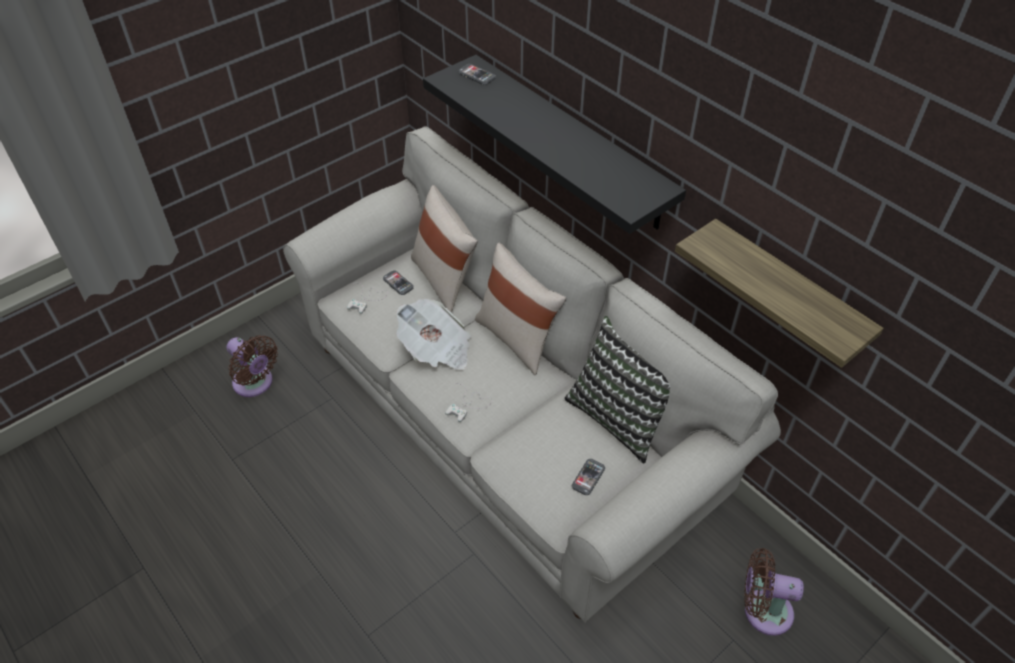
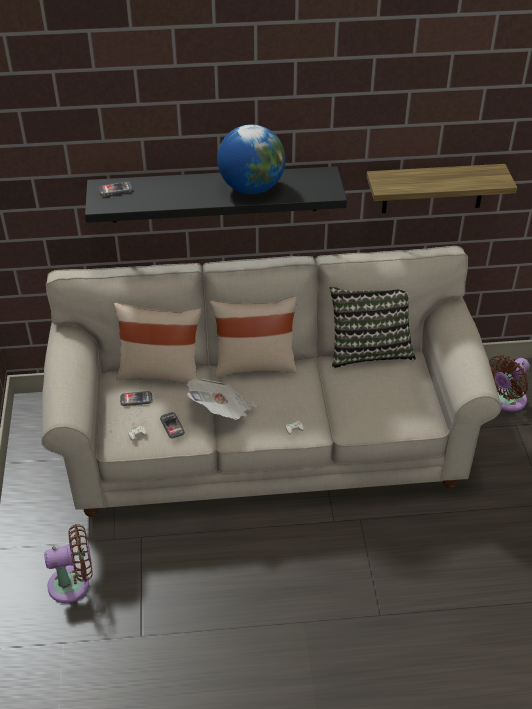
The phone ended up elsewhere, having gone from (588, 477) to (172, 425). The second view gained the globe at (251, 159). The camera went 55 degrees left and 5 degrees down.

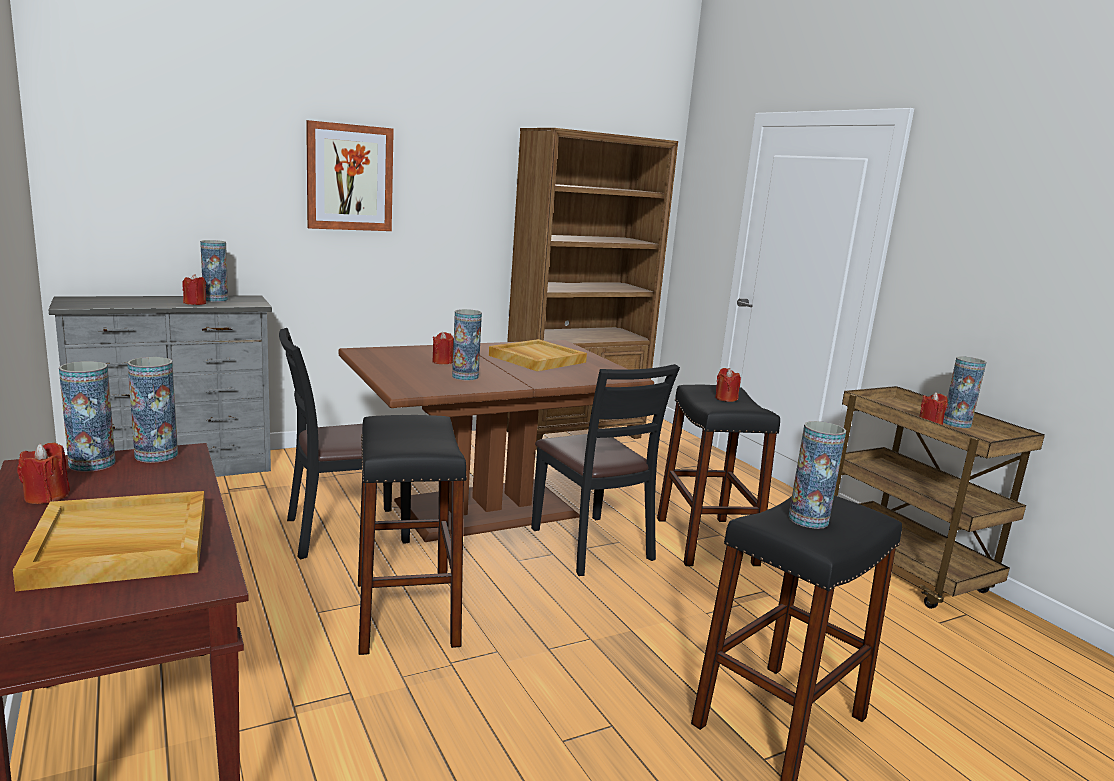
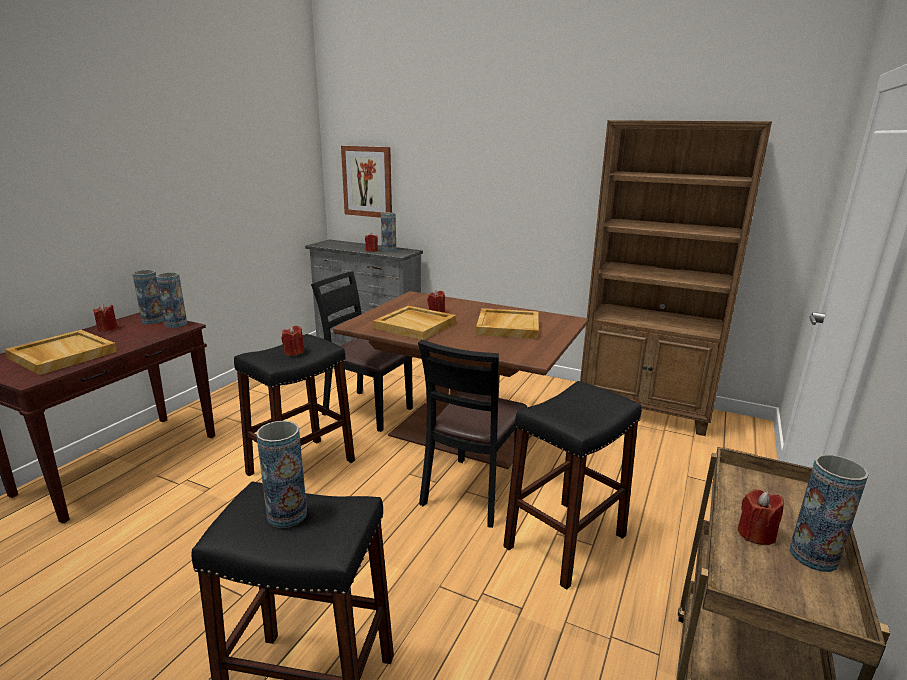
The picture ended up elsewhere, having gone from (350, 175) to (366, 182). Where the vase stood at (467, 344), the beige tray came to stand at (414, 323). The red candle ended up elsewhere, having gone from (728, 385) to (292, 341). The camera went 55 degrees right and 5 degrees up.

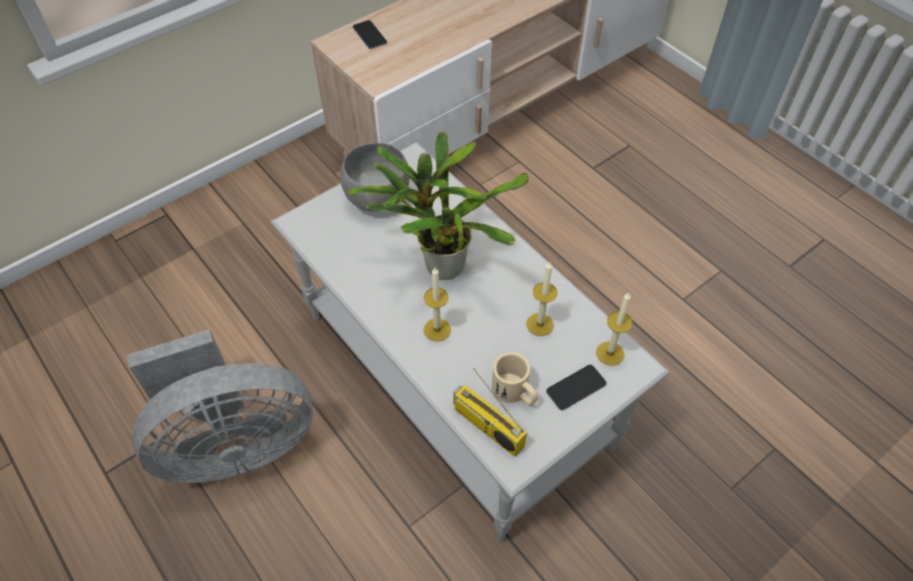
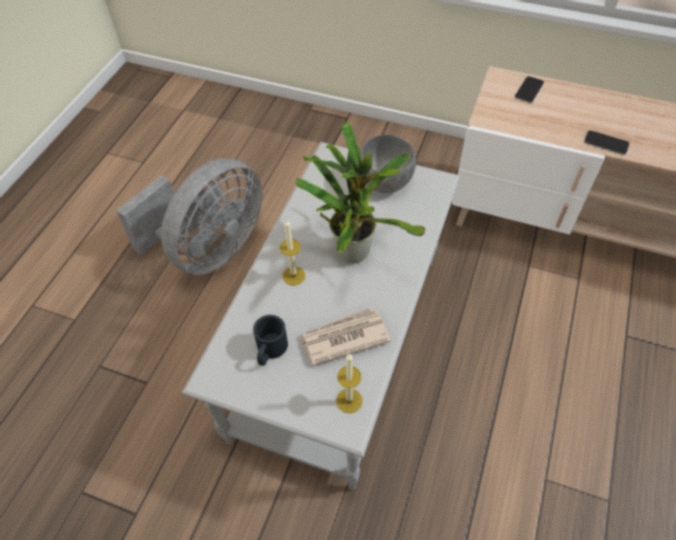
Where the candle stood at (542, 299), the newspaper came to stand at (345, 336). The grey fan at (220, 406) ended up facing another way, 90 degrees counterclockwise from before. What was the beige mug at (514, 379) turned into the black mug at (270, 340). The phone ended up elsewhere, having gone from (576, 387) to (607, 142). The second view lost the radio at (490, 413). The camera went 60 degrees right and 0 degrees up.

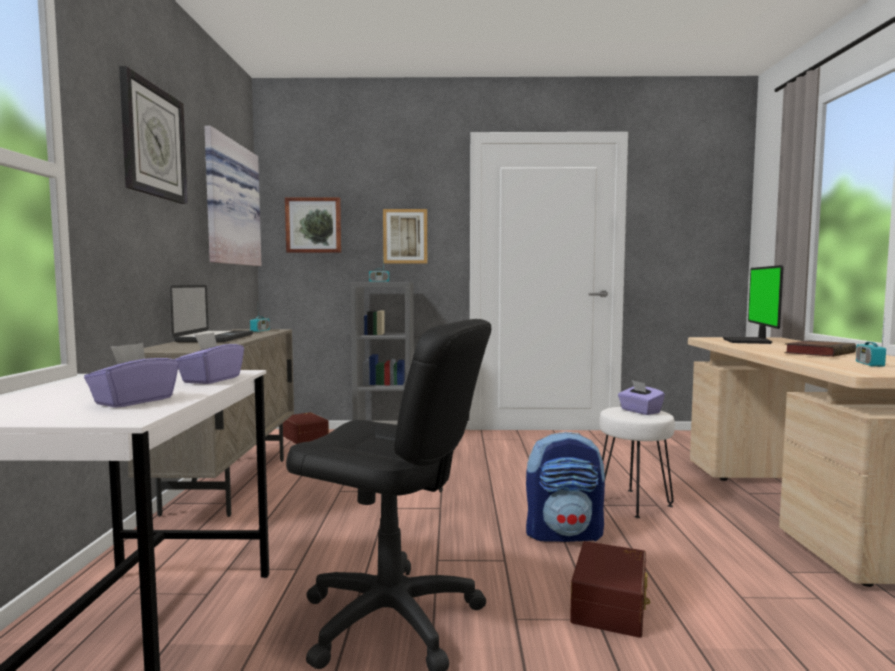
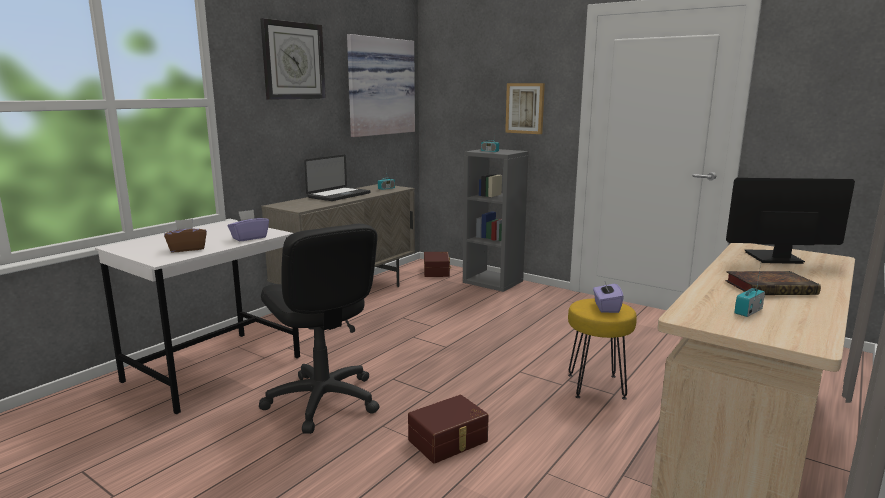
The second view lost the picture at (313, 225). The monitor at (753, 304) ended up facing another way, 45 degrees clockwise from before. What was the purple tissue box at (131, 375) turned into the brown tissue box at (185, 235). What was the white stool at (637, 462) turned into the yellow stool at (602, 349). The second view lost the backpack at (565, 487). The camera went 35 degrees right and 10 degrees up.

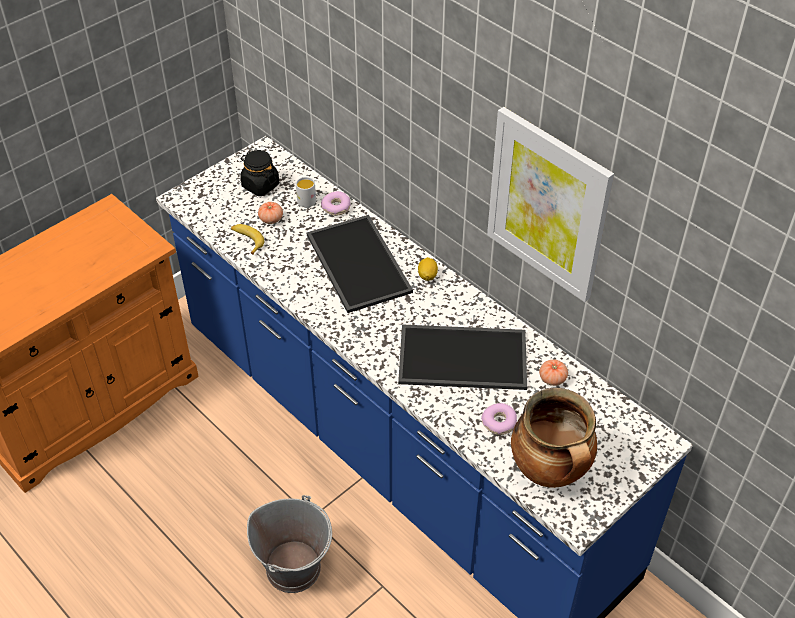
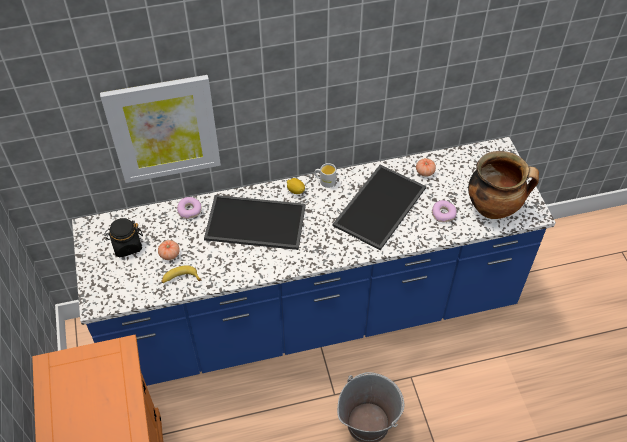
The picture ended up elsewhere, having gone from (550, 204) to (160, 129). The white mug ended up elsewhere, having gone from (306, 192) to (325, 175). The camera went 60 degrees left and 5 degrees up.

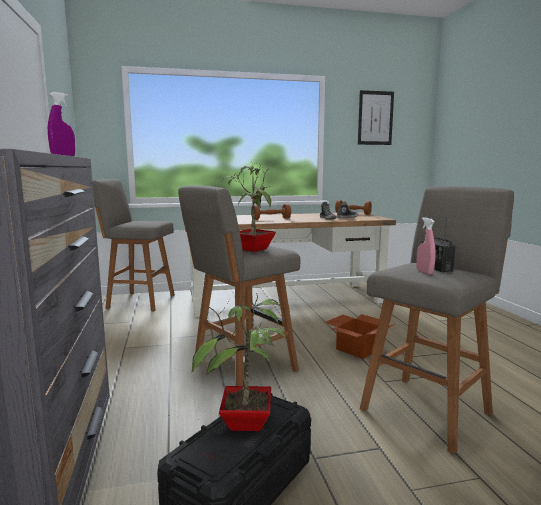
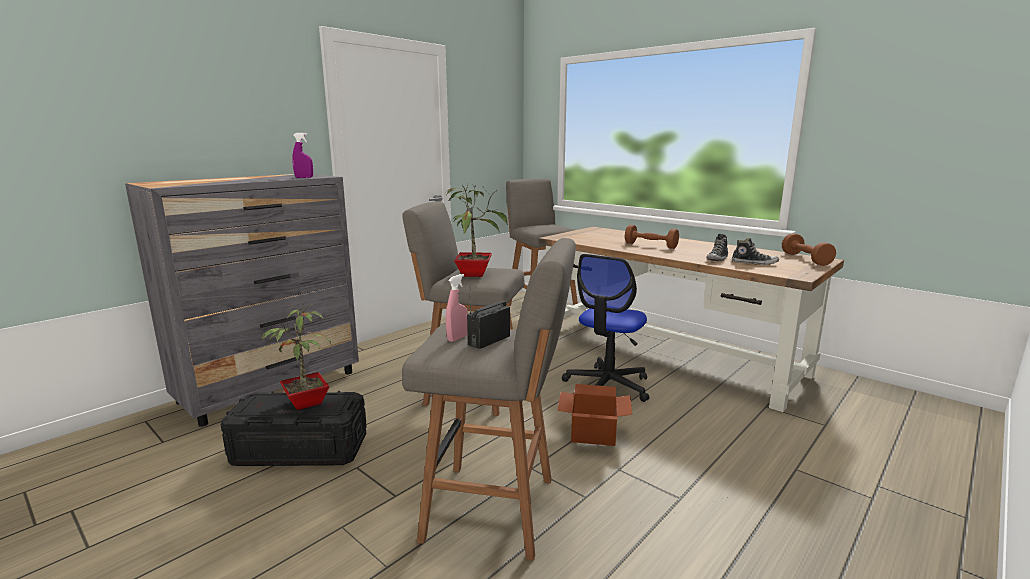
The second view lost the picture at (376, 117). The second view gained the office chair at (605, 328). The camera went 55 degrees right and 5 degrees up.

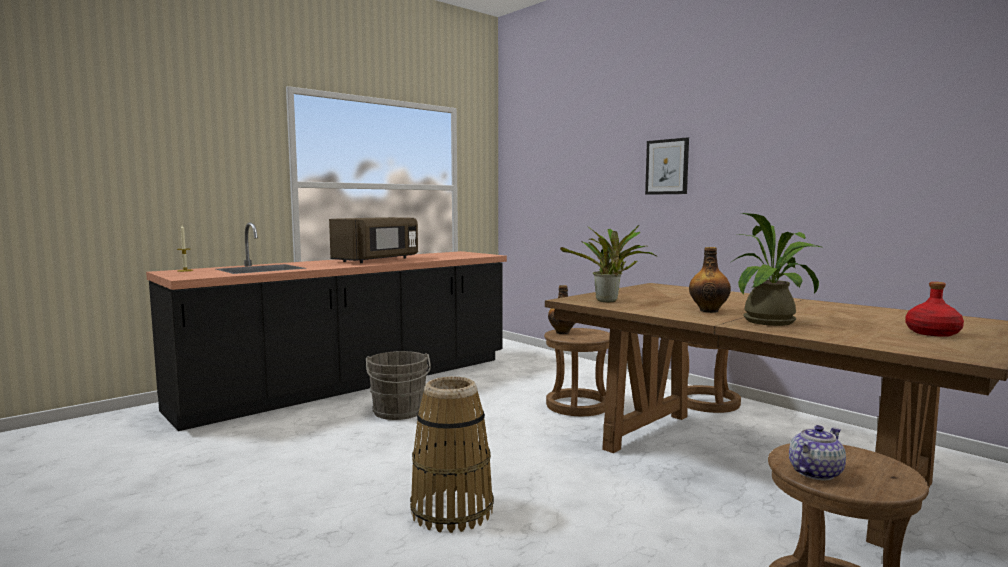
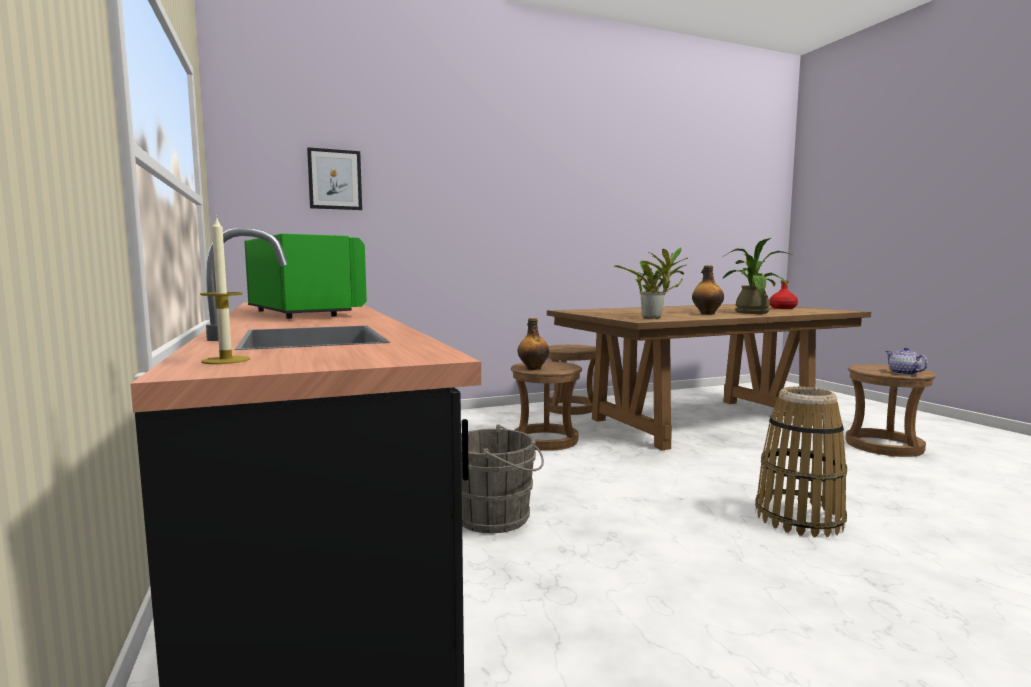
The picture ended up elsewhere, having gone from (667, 166) to (334, 178). What was the brown microwave at (373, 240) turned into the green microwave at (305, 276). The camera went 70 degrees left and 0 degrees up.

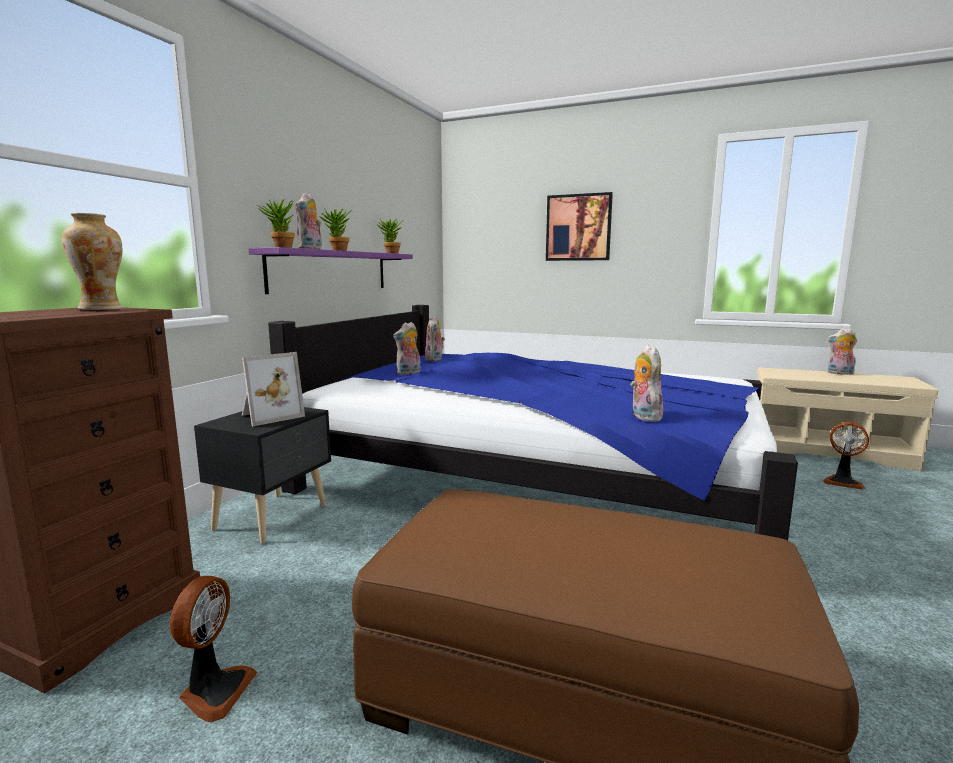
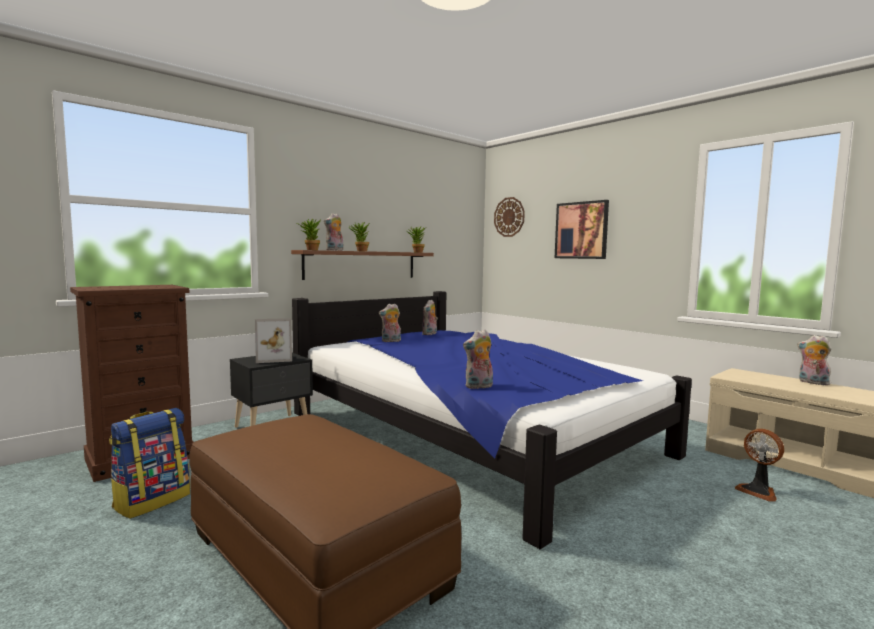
The second view lost the vase at (92, 261). What was the purple shelf at (331, 270) turned into the brown shelf at (362, 265). The plush toy at (646, 383) ended up facing another way, 135 degrees counterclockwise from before. Where the fan stood at (213, 649), the backpack came to stand at (149, 463). The second view gained the wall clock at (509, 217). The camera went 25 degrees right and 5 degrees down.

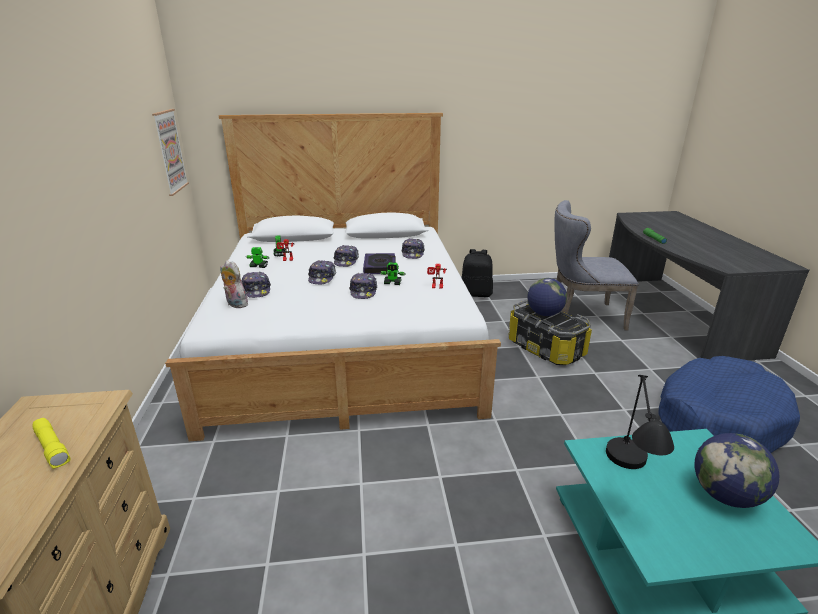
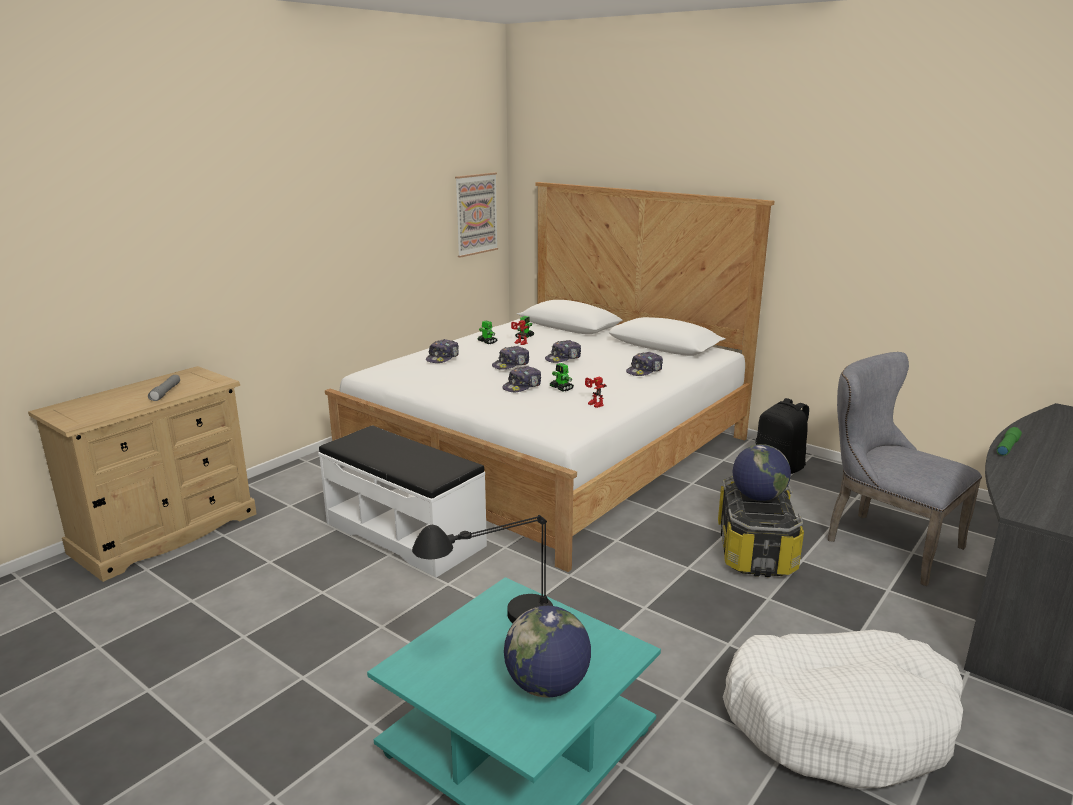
The second view lost the book at (379, 263). The second view lost the plush toy at (234, 284). What was the blue dog bed at (729, 404) turned into the white dog bed at (843, 709). What was the yellow flashlight at (51, 443) turned into the grey flashlight at (164, 388). The second view gained the white bench at (402, 501). The camera went 45 degrees right and 5 degrees down.

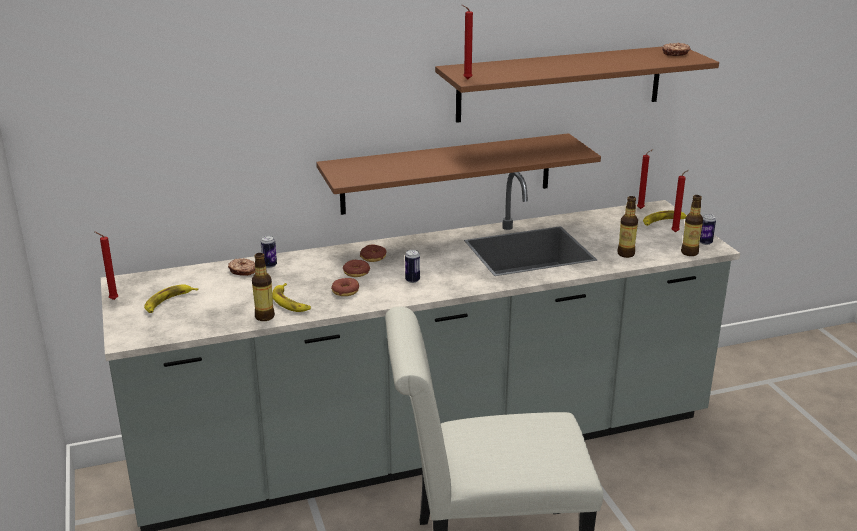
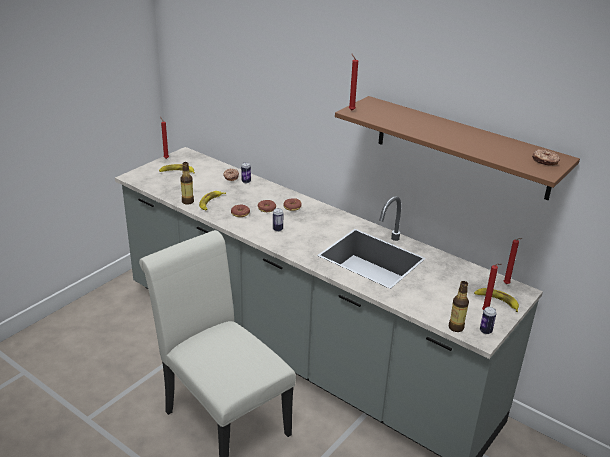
The second view lost the brown shelf at (458, 174). The second view lost the bottle at (627, 227). The camera went 55 degrees right and 5 degrees up.

